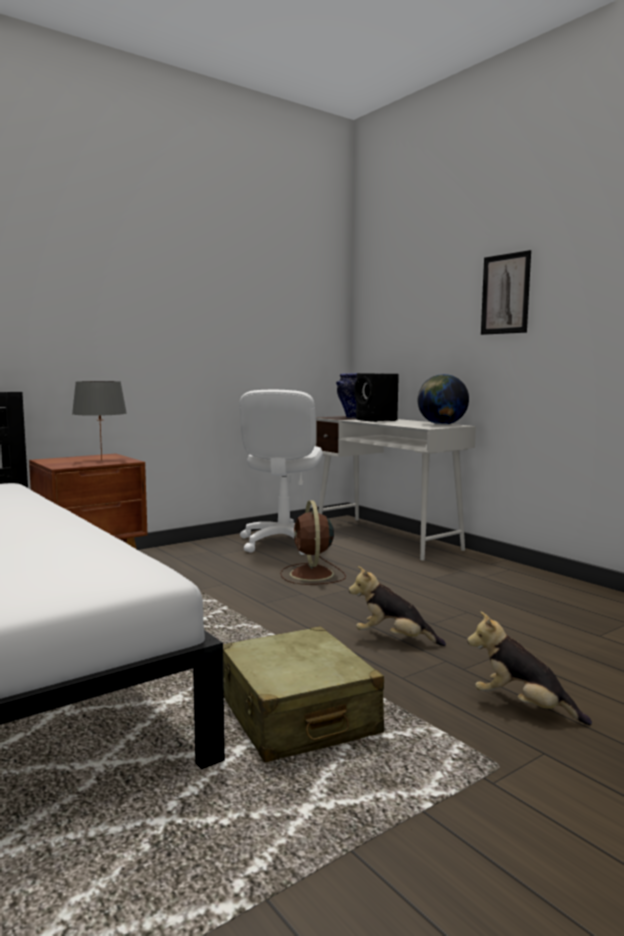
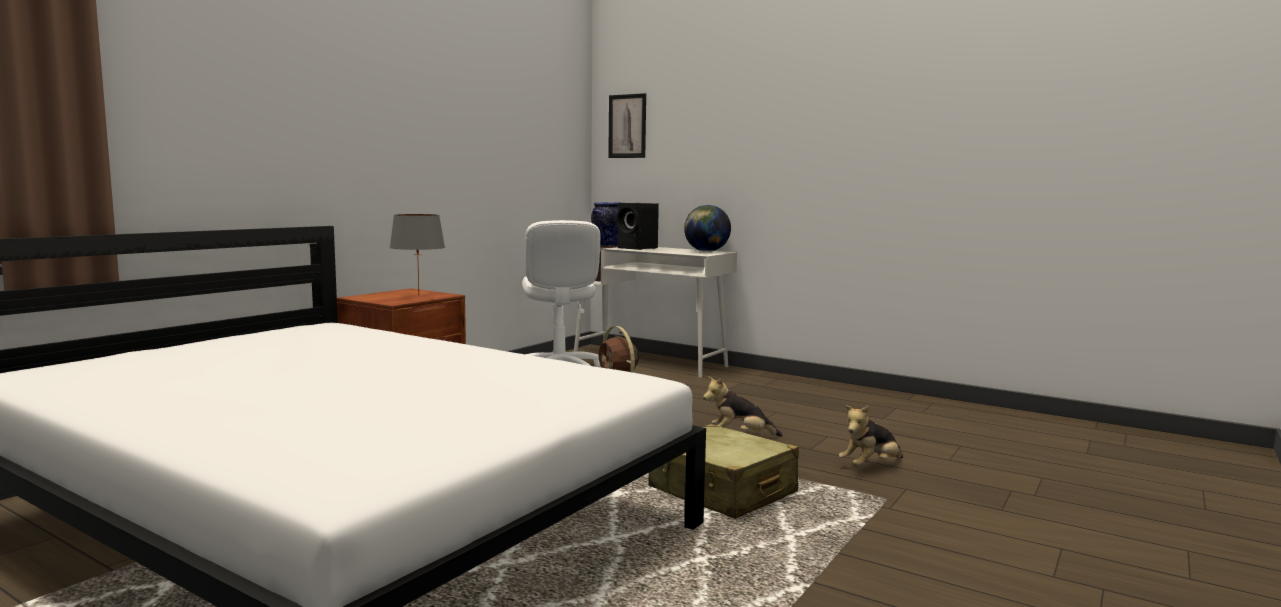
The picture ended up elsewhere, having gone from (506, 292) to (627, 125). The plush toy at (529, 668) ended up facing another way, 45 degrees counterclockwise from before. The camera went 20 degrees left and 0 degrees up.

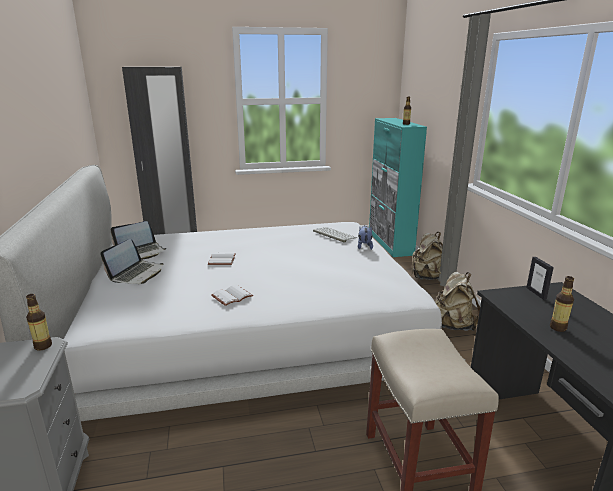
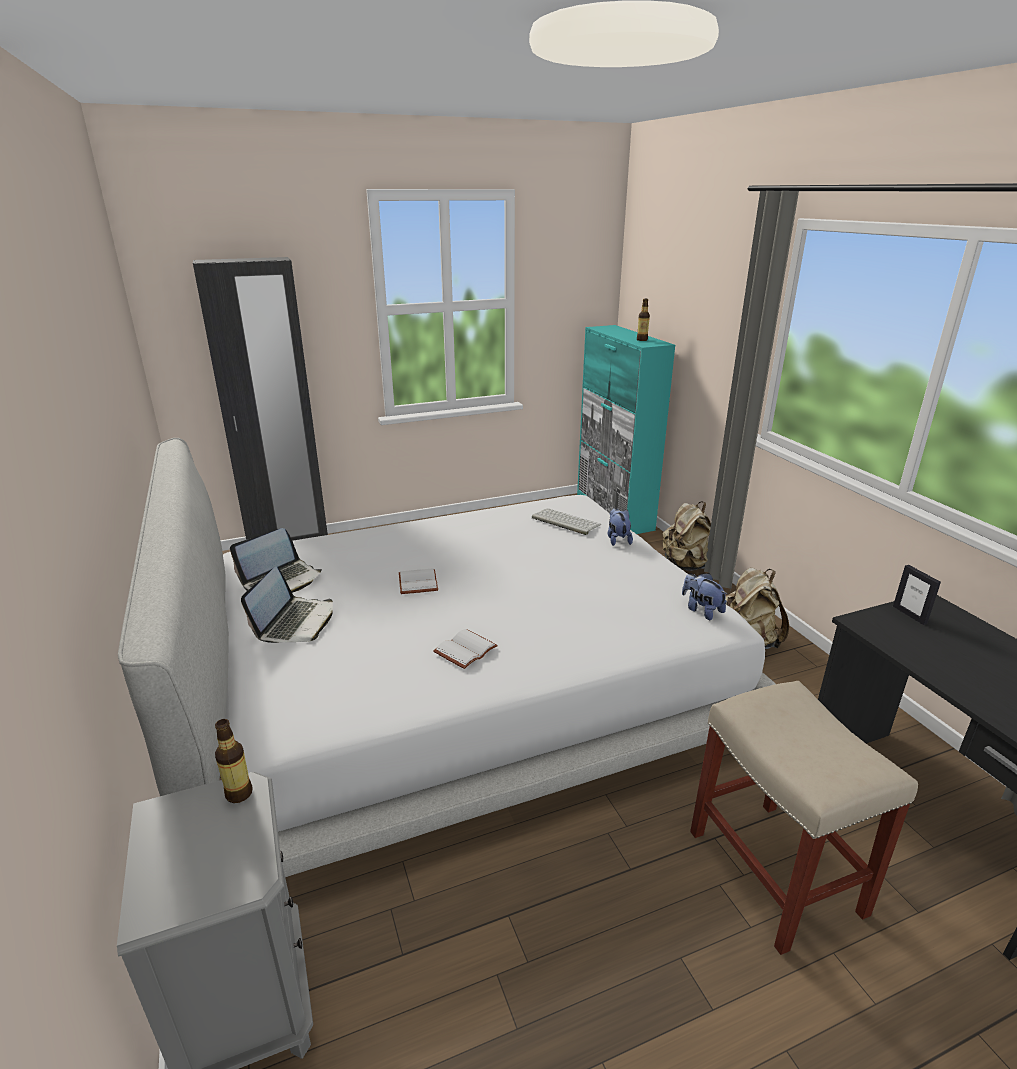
The second view lost the bottle at (562, 304). The second view gained the plush toy at (704, 596). The camera went 10 degrees left and 5 degrees up.

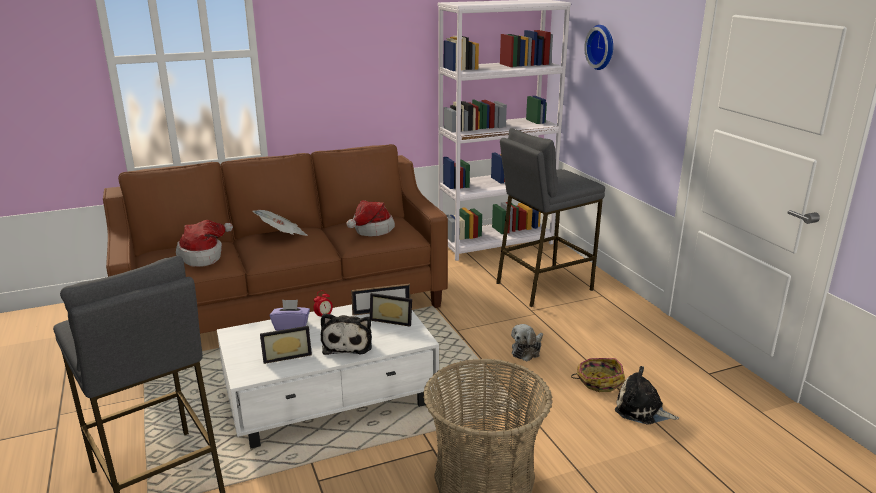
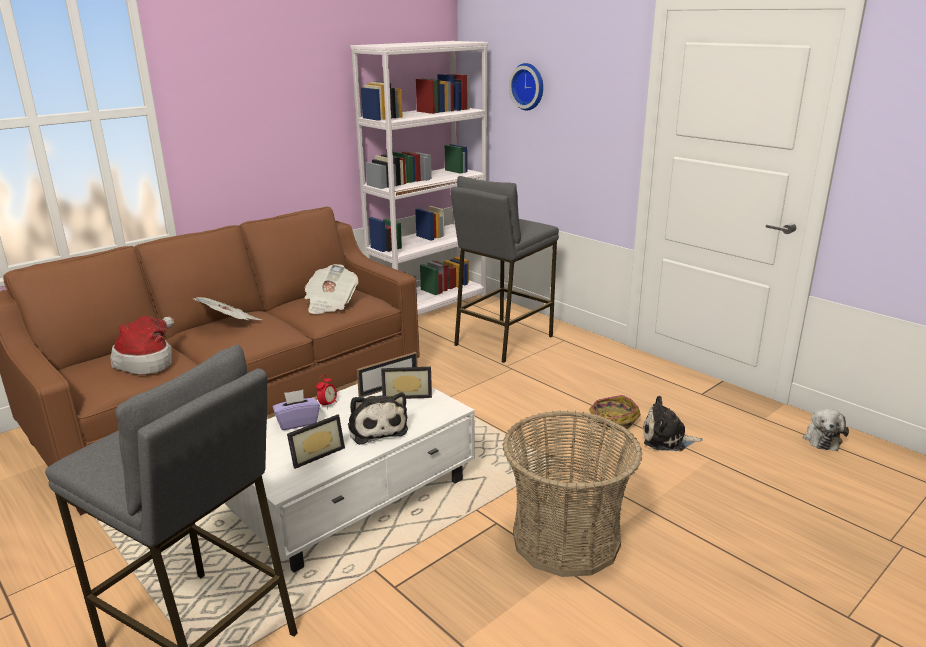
Where the hat stood at (371, 218), the newspaper came to stand at (331, 289). The plush toy ended up elsewhere, having gone from (527, 342) to (826, 430). The camera went 20 degrees left and 0 degrees up.

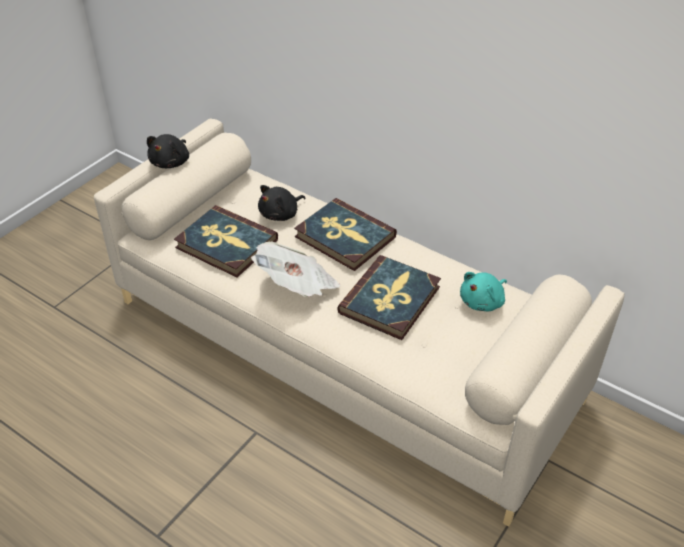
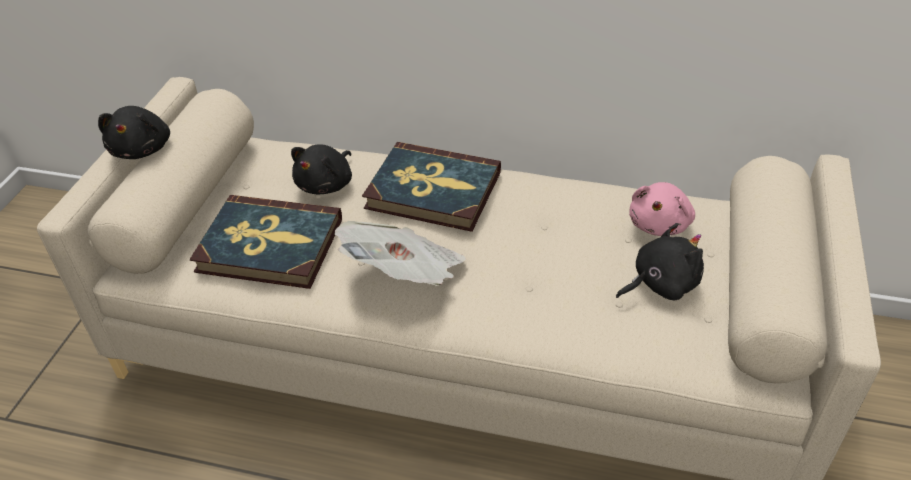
The second view lost the book at (389, 297). What was the turquoise plush toy at (483, 291) turned into the pink plush toy at (662, 209). The second view gained the black plush toy at (660, 261). The camera went 20 degrees left and 0 degrees up.

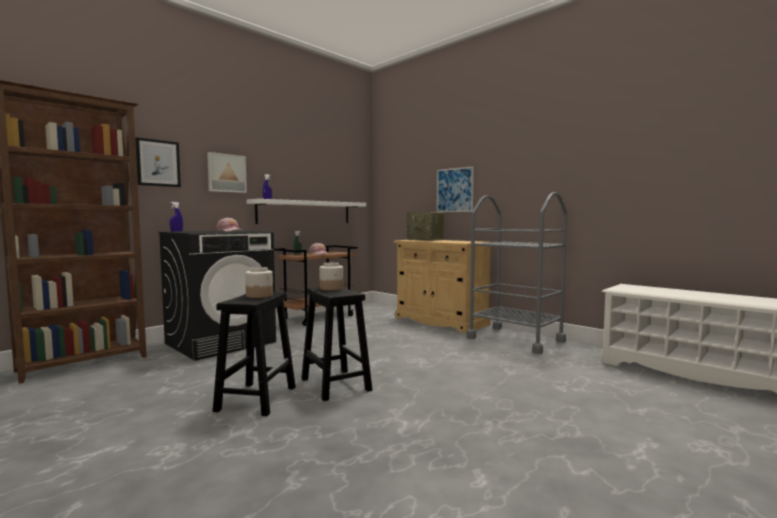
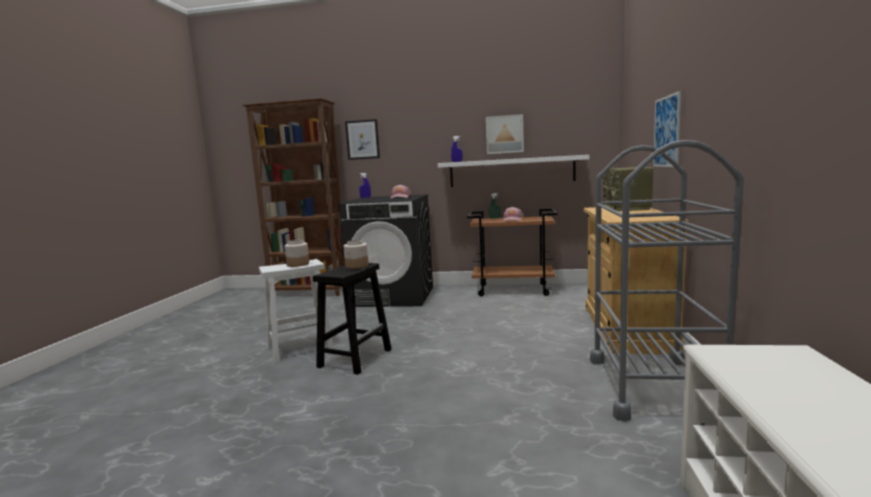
The picture ended up elsewhere, having gone from (227, 172) to (505, 134). What was the black stool at (254, 354) turned into the white stool at (296, 311). The camera went 55 degrees right and 5 degrees up.

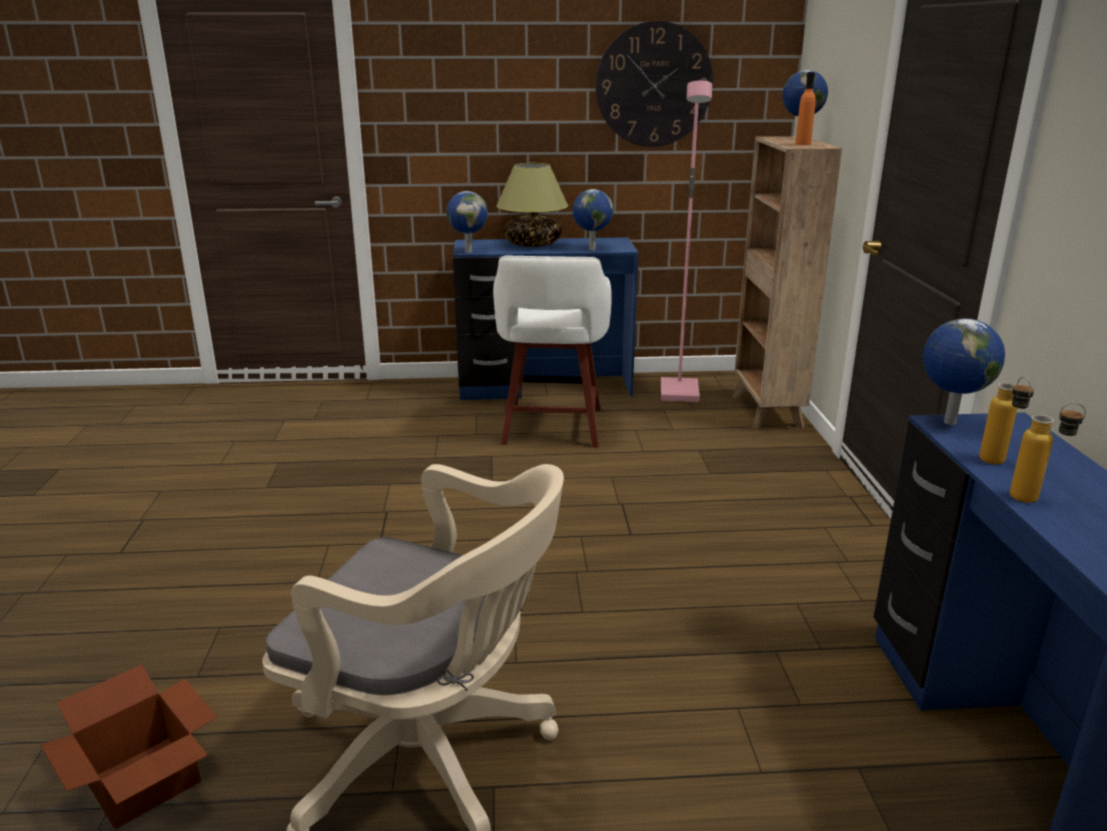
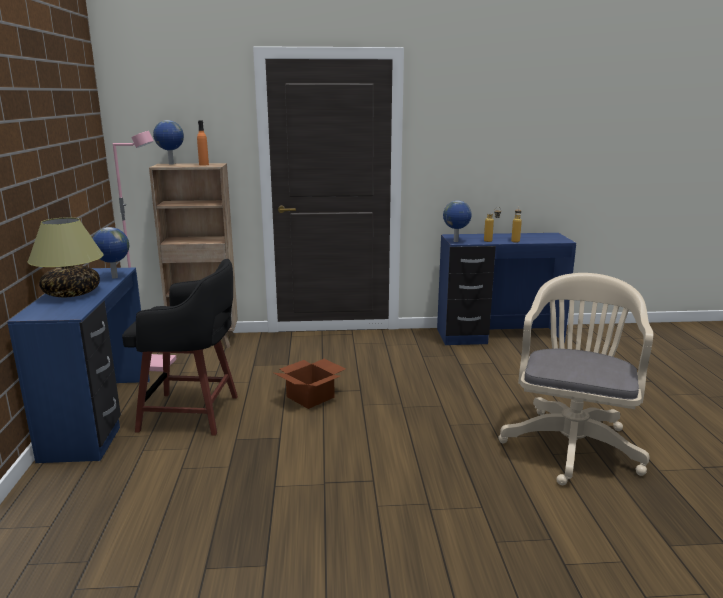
The second view lost the wall clock at (654, 84). The second view lost the globe at (467, 222). What was the white stool at (552, 352) turned into the black stool at (180, 347). The cardboard box ended up elsewhere, having gone from (128, 746) to (310, 384). The camera went 90 degrees left and 5 degrees down.

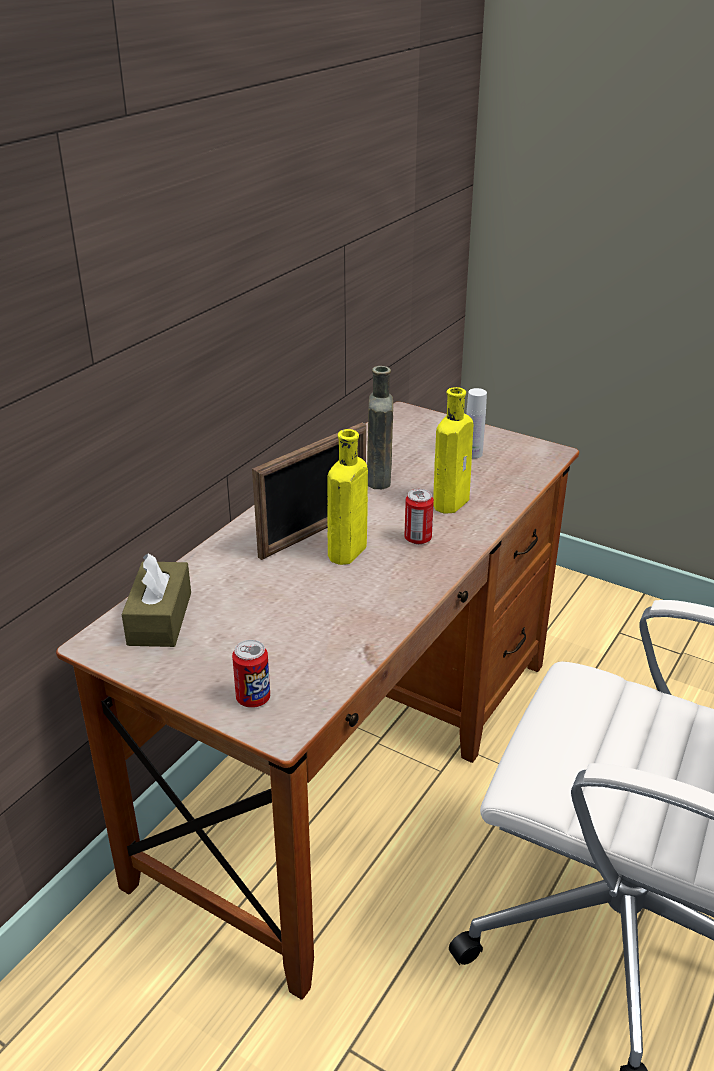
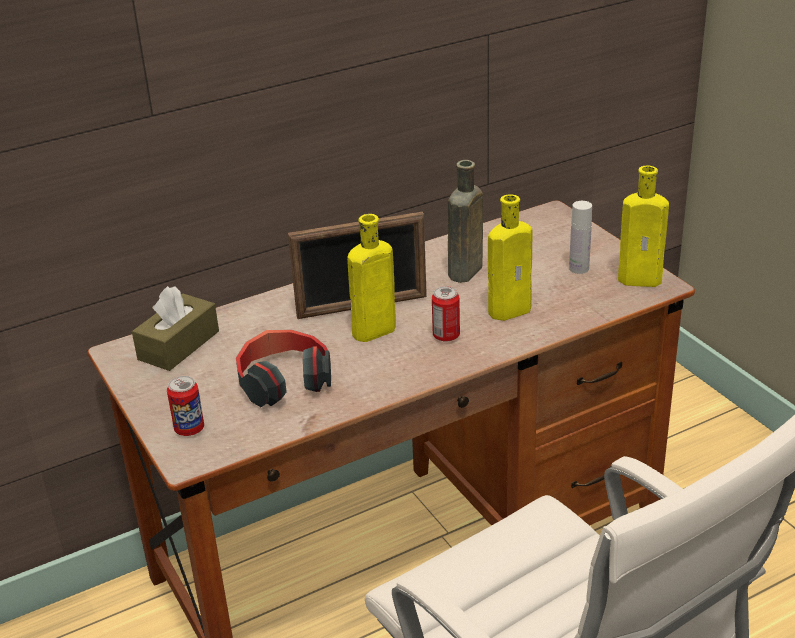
The second view gained the yellow bottle at (643, 226). The second view gained the headphones at (283, 368). The camera went 30 degrees right and 0 degrees up.

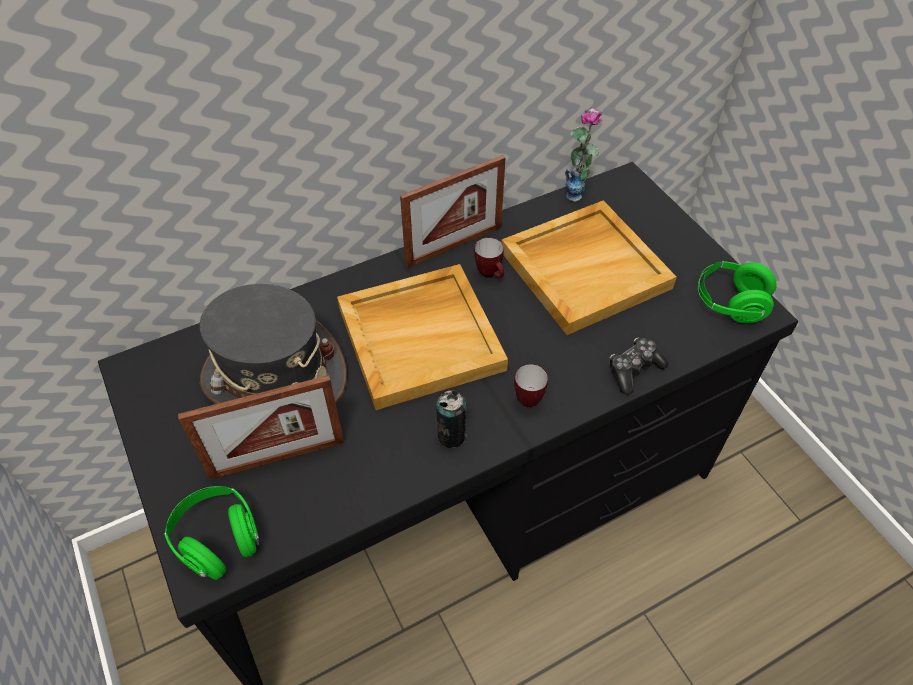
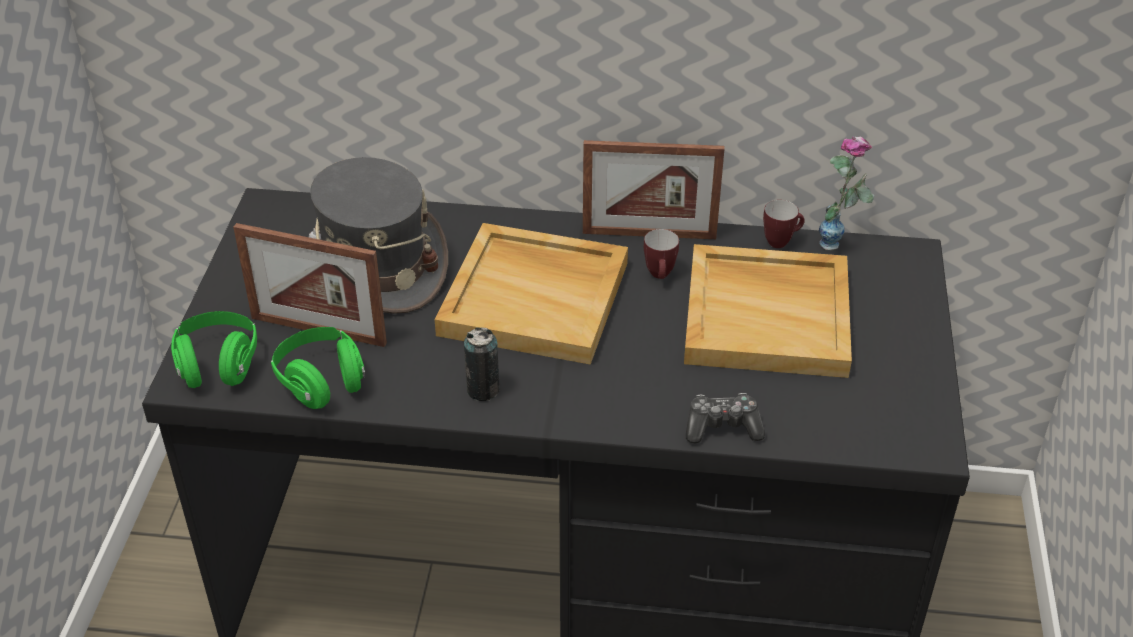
The green headphones ended up elsewhere, having gone from (737, 292) to (318, 368). The mug ended up elsewhere, having gone from (531, 385) to (784, 224). The camera went 35 degrees right and 10 degrees down.

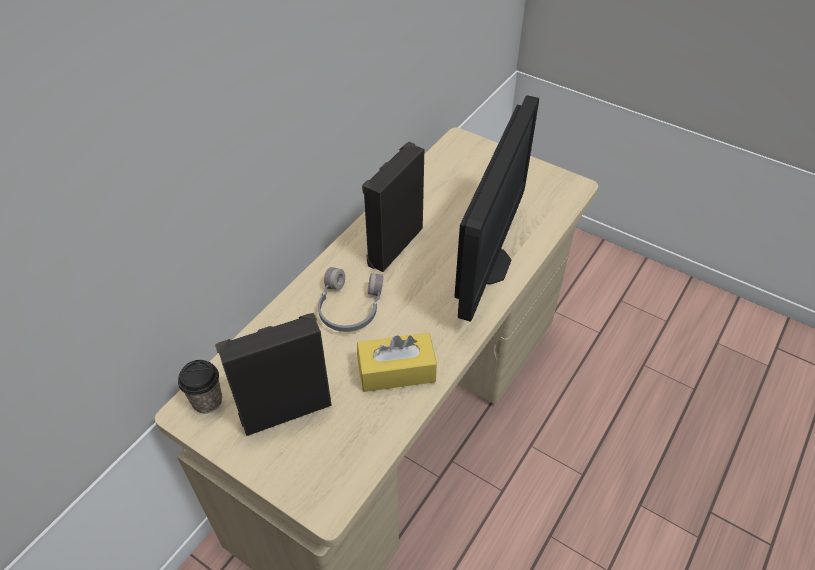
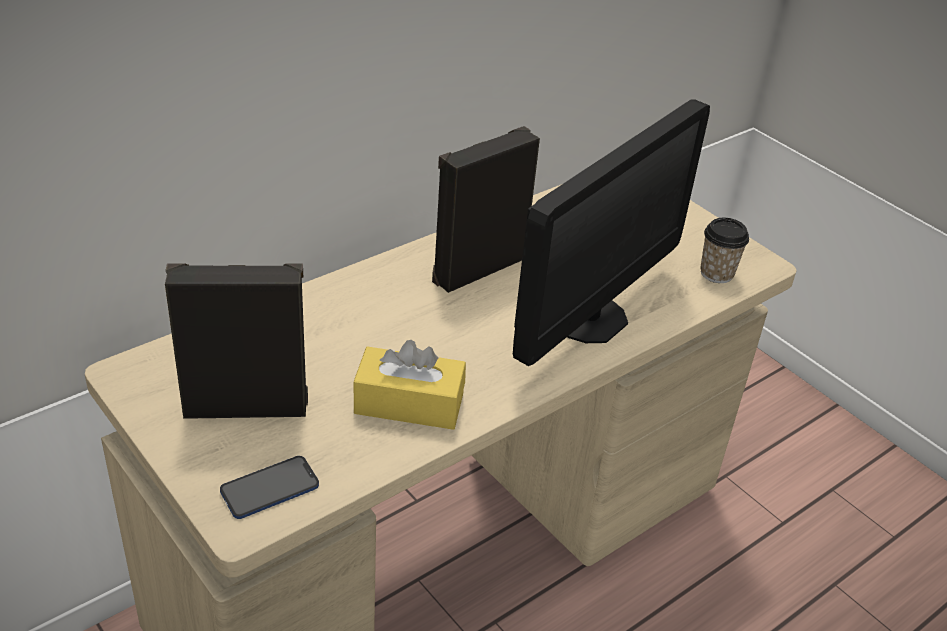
The second view lost the grey headphones at (350, 299). The cup ended up elsewhere, having gone from (200, 386) to (724, 250). The second view gained the phone at (269, 487). The camera went 15 degrees right and 10 degrees down.

